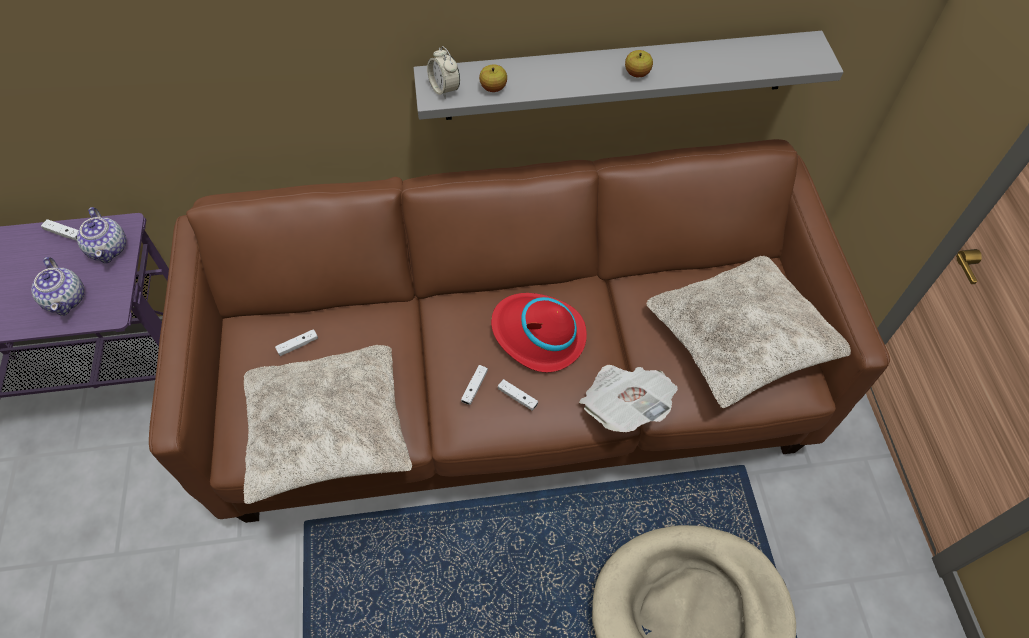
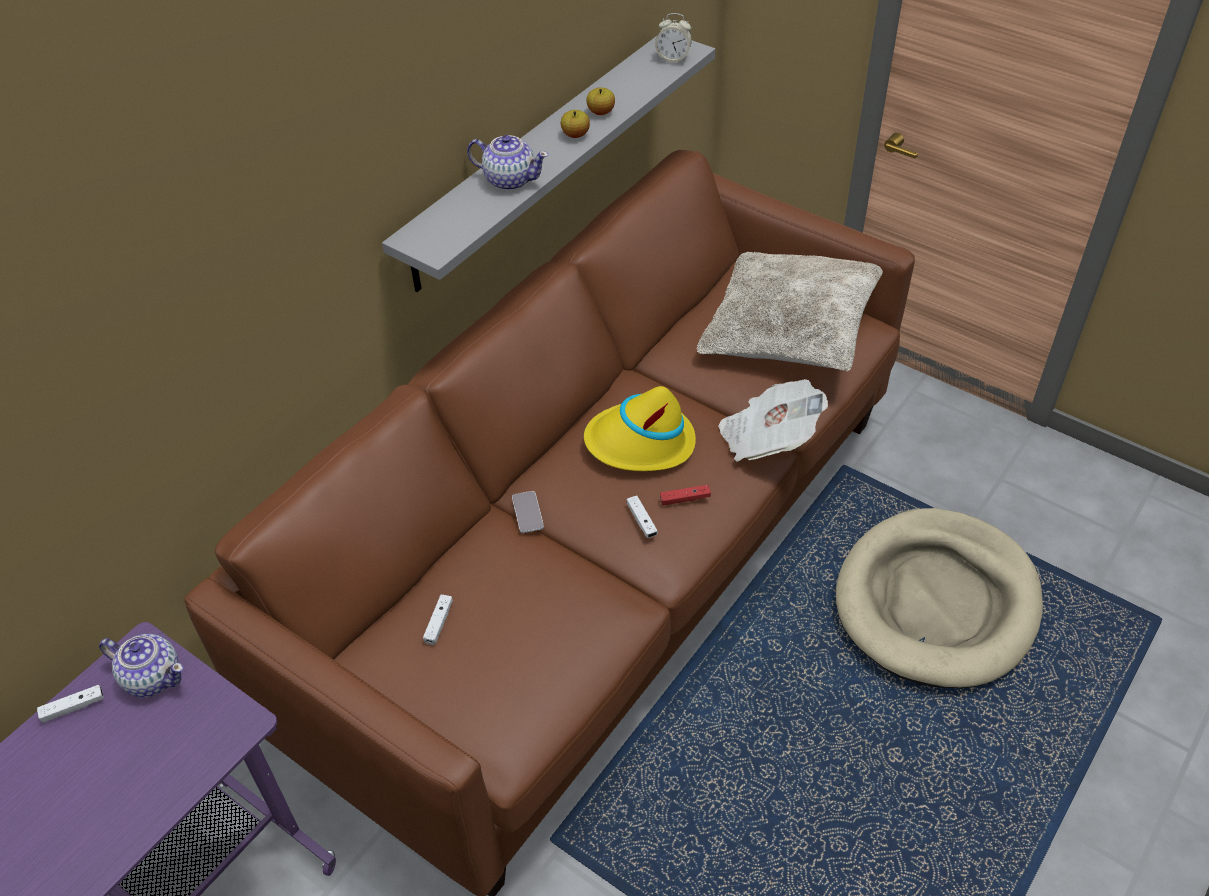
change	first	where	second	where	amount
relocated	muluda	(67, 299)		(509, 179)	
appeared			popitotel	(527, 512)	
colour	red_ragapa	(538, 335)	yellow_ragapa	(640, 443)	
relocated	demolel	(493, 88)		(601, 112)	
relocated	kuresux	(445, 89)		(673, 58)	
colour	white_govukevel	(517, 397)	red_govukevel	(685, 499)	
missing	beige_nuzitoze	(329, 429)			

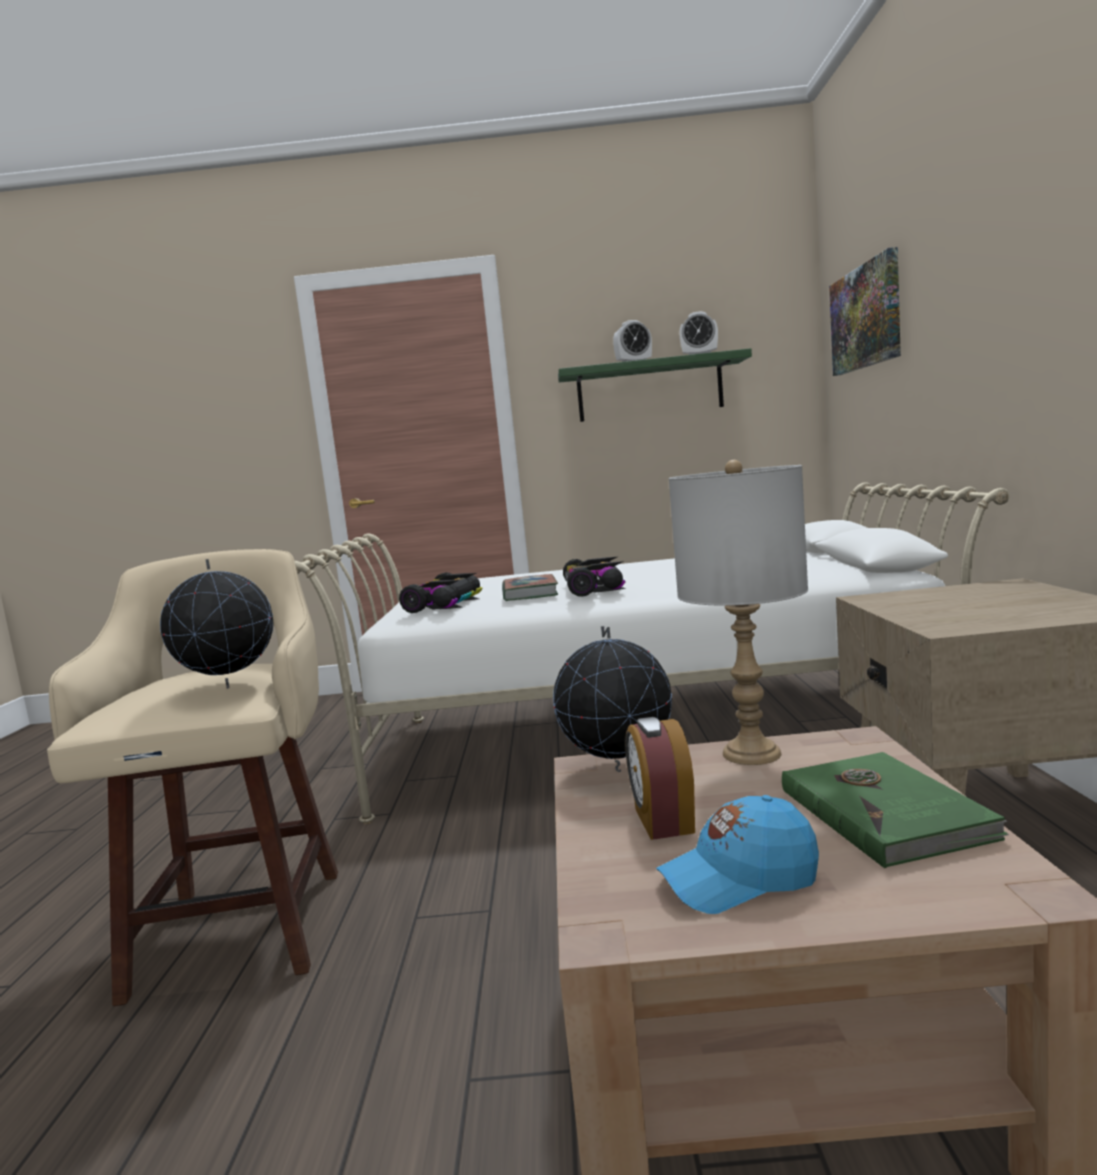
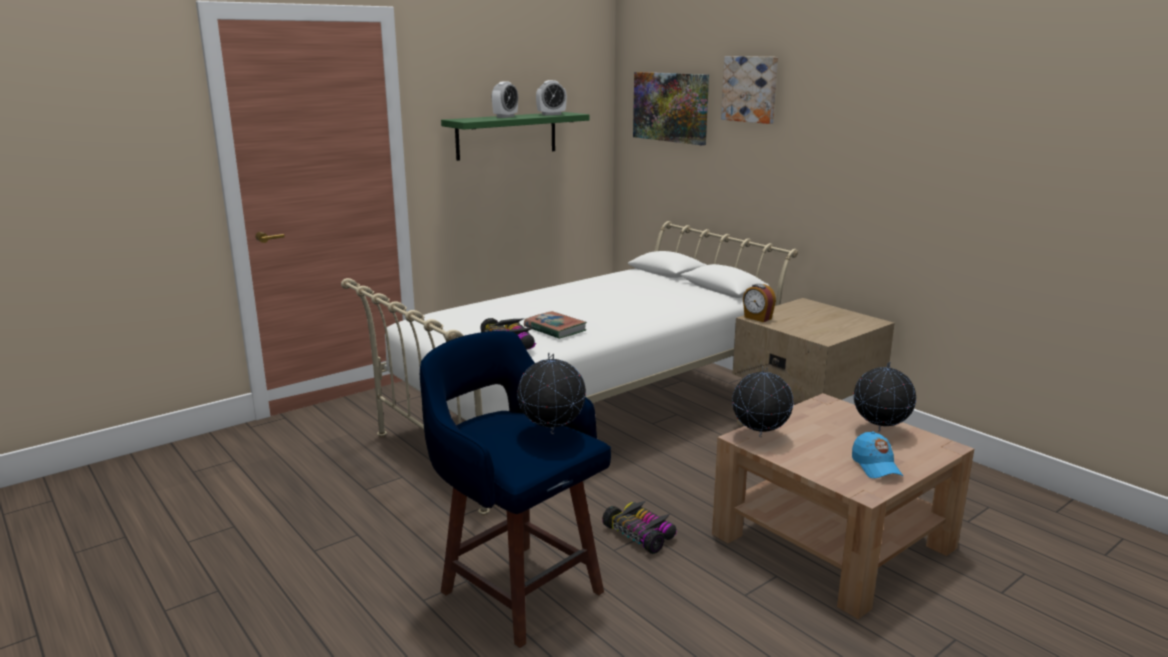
change	first	where	second	where	amount
colour	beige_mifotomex	(244, 925)	blue_mifotomex	(517, 589)	
relocated	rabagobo	(595, 588)		(641, 534)	
appeared			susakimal	(751, 89)	
relocated	kuresux	(662, 821)		(757, 318)	
spun	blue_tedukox	(739, 880)		(875, 467)	45 degrees counterclockwise
exchanged	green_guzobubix	(885, 812)	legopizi	(880, 431)	
missing	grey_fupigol	(750, 753)			

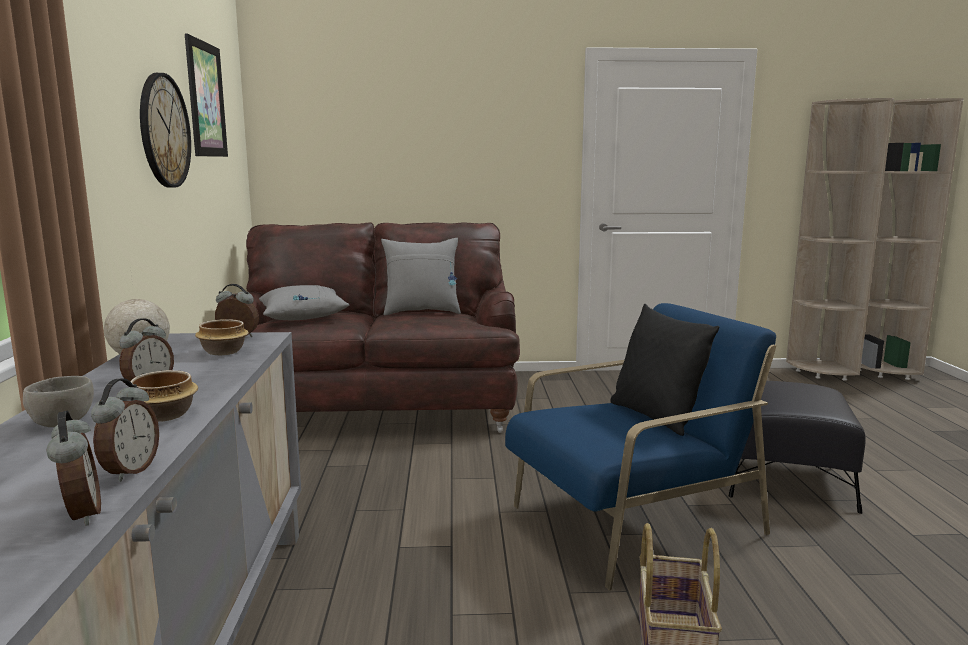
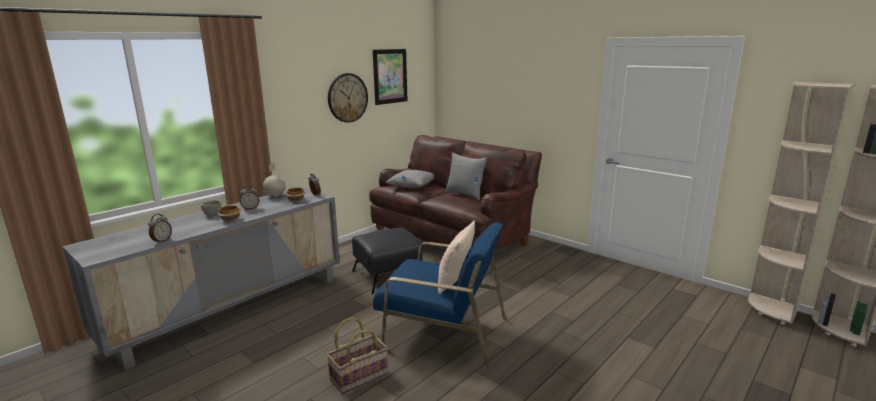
change	first	where	second	where	amount
relocated	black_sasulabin	(786, 479)		(387, 275)	
colour	black_nuzitoze	(655, 417)	beige_nuzitoze	(455, 282)	
missing	kuresux	(129, 471)			

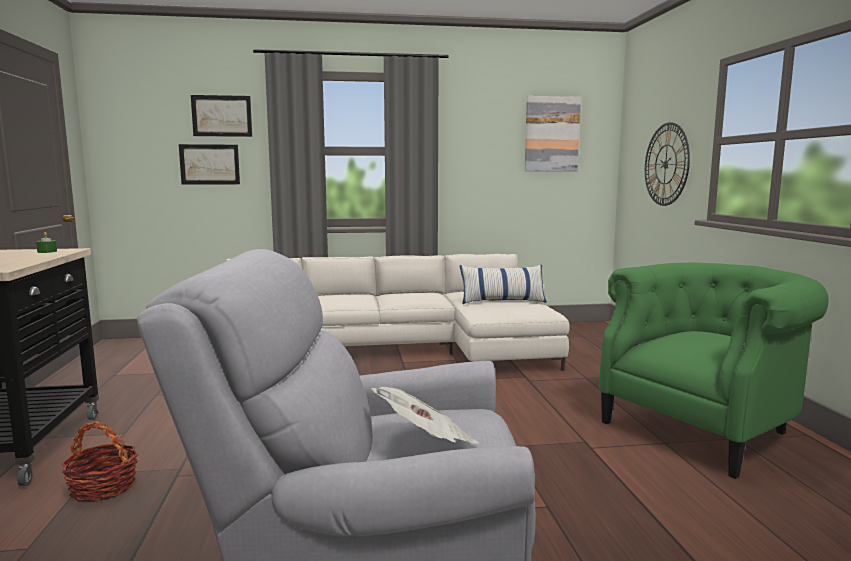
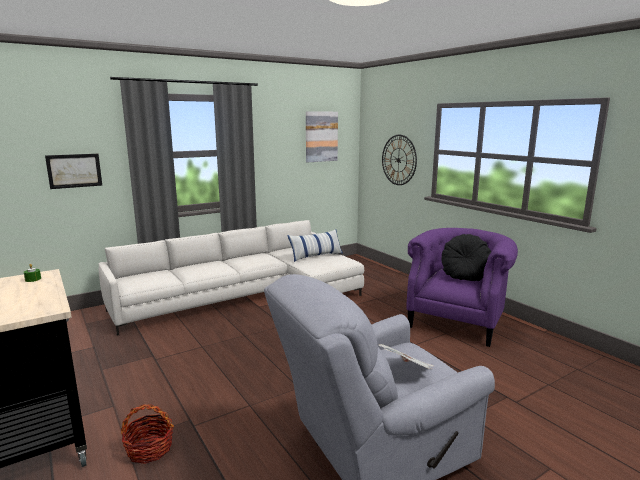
change	first	where	second	where	amount
colour	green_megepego	(705, 429)	purple_megepego	(458, 321)	
appeared			black_nuzitoze	(464, 278)	
missing	susakimal	(222, 116)			

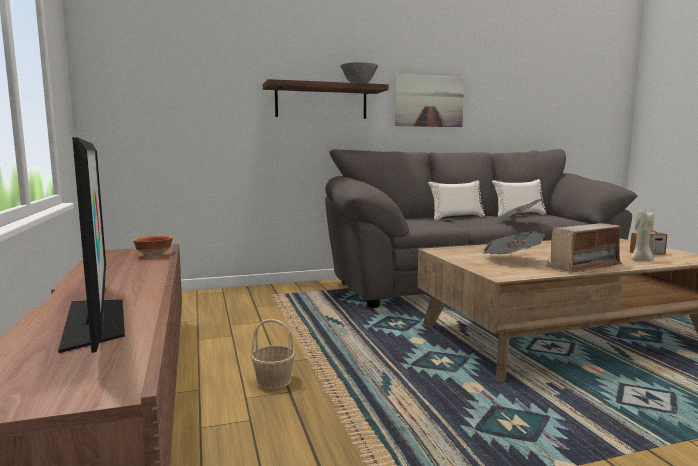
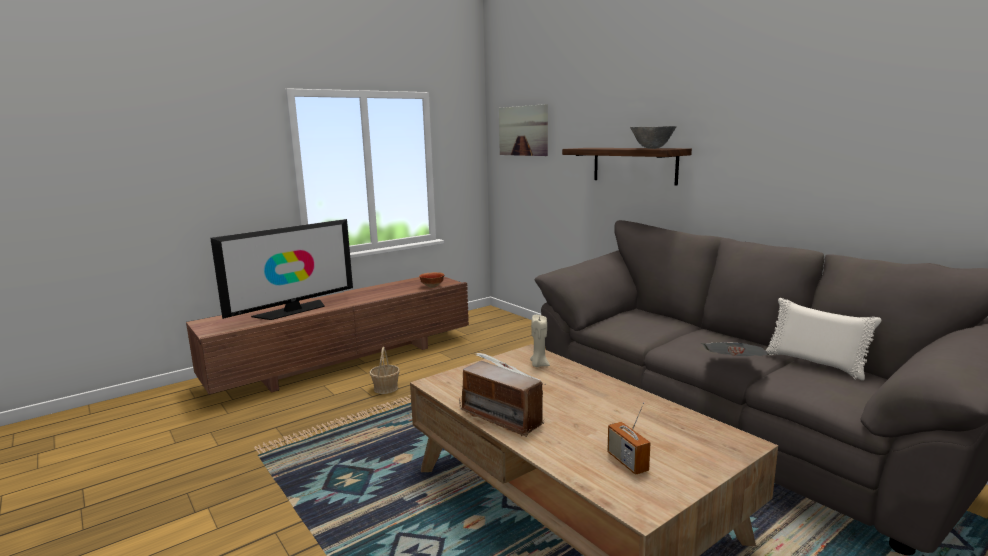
change	first	where	second	where	amount
relocated	susakimal	(429, 101)		(523, 131)	
relocated	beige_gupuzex	(641, 260)		(539, 365)	
missing	white_nuzitoze	(456, 217)			

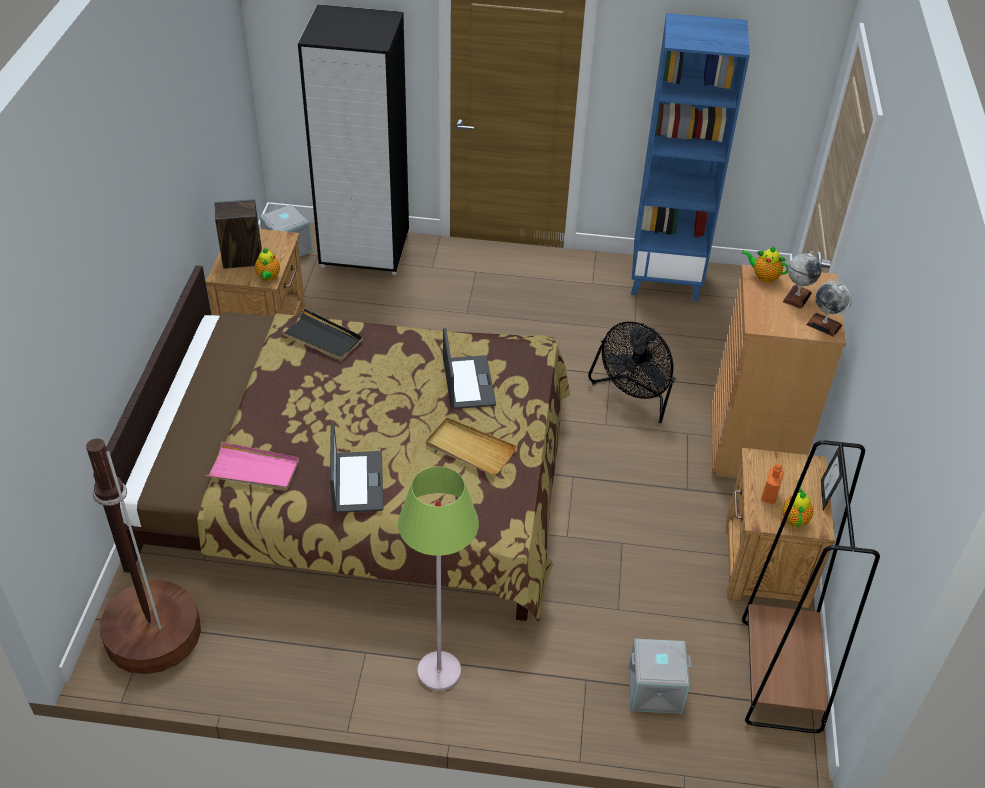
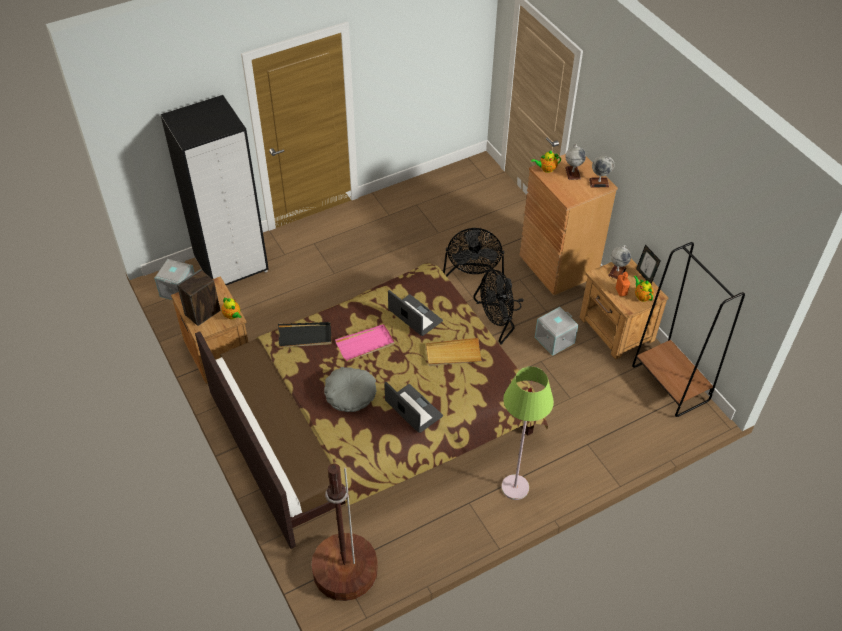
change	first	where	second	where	amount
appeared			grey_nuzitoze	(349, 395)	
relocated	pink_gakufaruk	(254, 470)		(365, 344)	
appeared			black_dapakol	(499, 318)	
relocated	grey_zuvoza	(654, 690)		(554, 340)	
appeared			legopizi	(617, 271)	
missing	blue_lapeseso	(665, 280)			

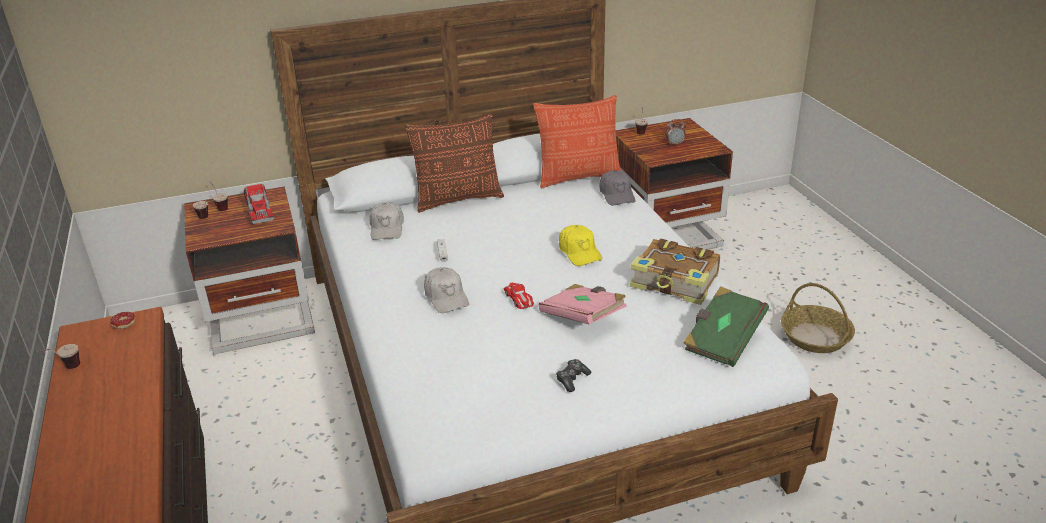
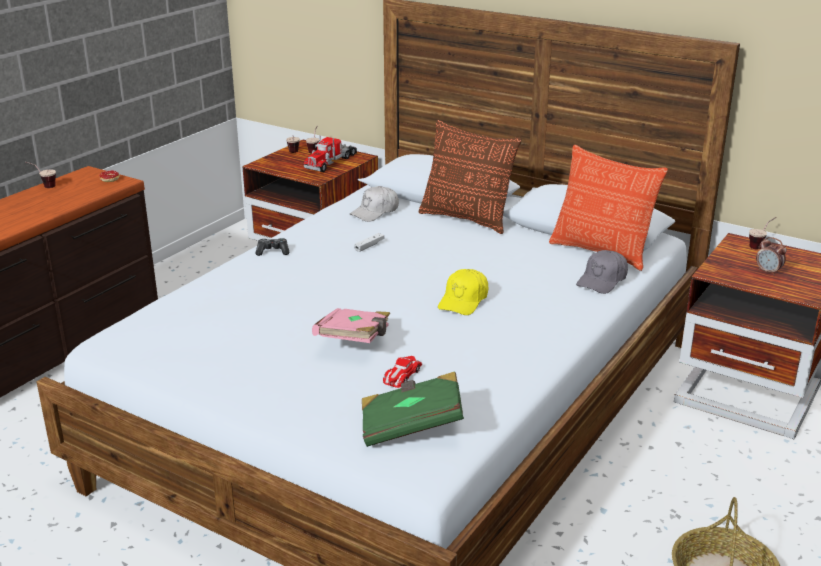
change	first	where	second	where	amount
relocated	govukevel	(572, 379)		(273, 251)	
relocated	rabagobo	(519, 298)		(402, 375)	
missing	white_tedukox	(446, 297)			
missing	guzobubix	(675, 282)			

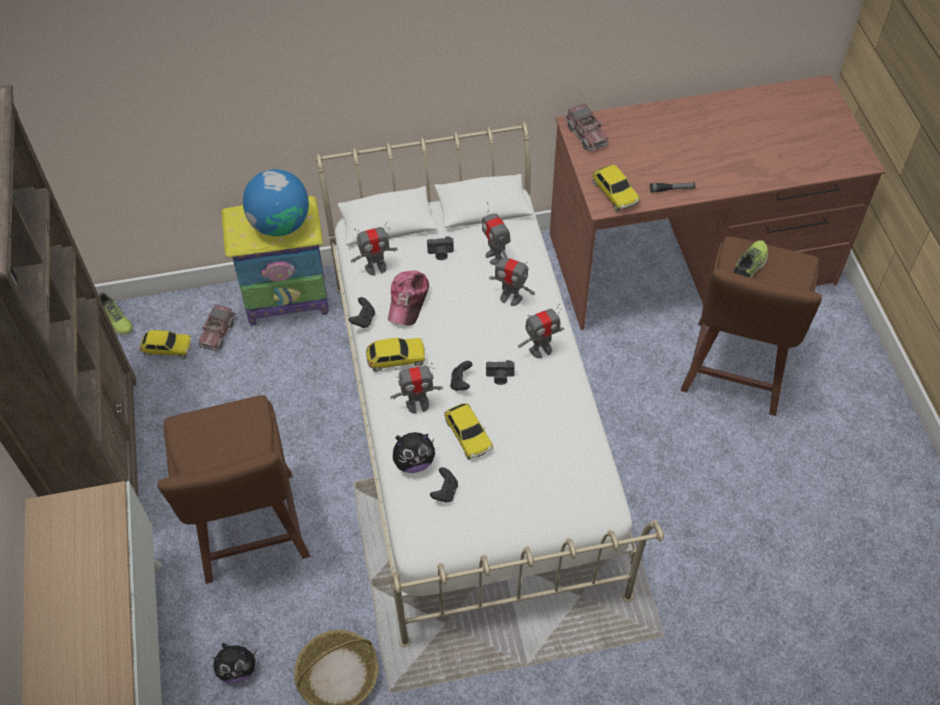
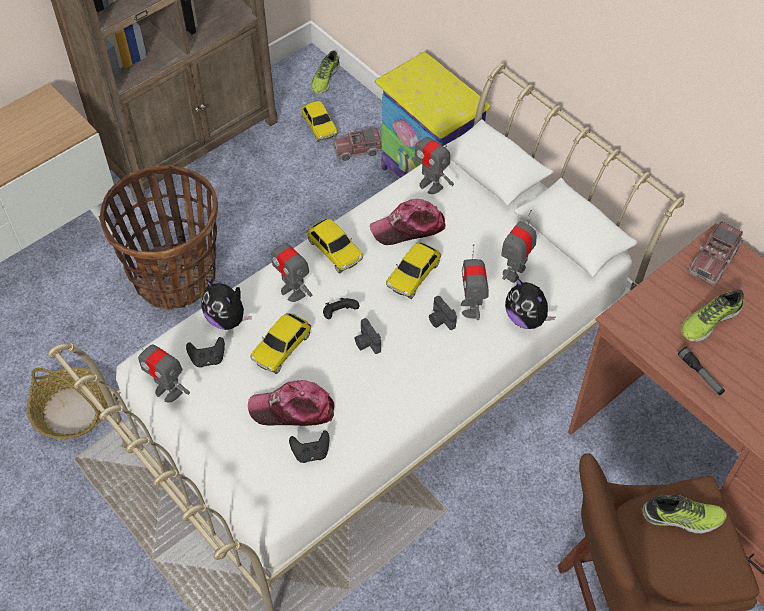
change	first	where	second	where	amount
exchanged	brown_mifotomex	(250, 532)	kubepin	(175, 276)	
relocated	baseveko	(540, 349)		(168, 391)	
appeared			tedukox	(292, 409)	
relocated	black_govukevel	(363, 320)		(311, 453)	
relocated	rabagobo	(614, 193)		(413, 275)	
relocated	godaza	(440, 254)		(440, 320)	
relocated	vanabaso	(238, 669)		(526, 318)	
appeared			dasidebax	(709, 320)	
missing	legopizi	(280, 224)			

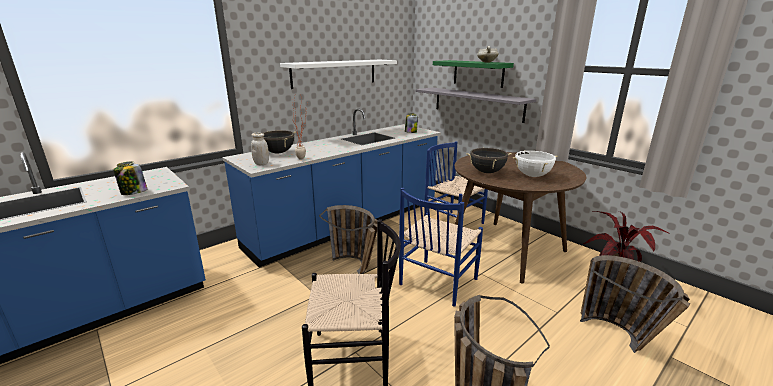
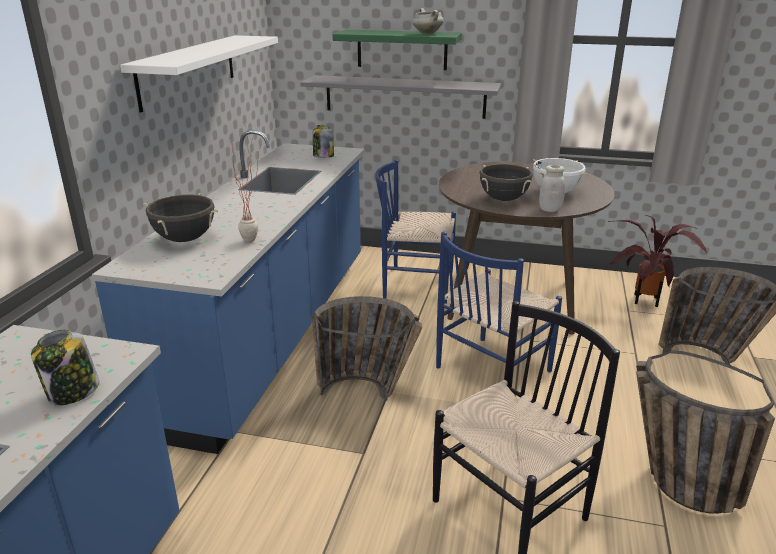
change	first	where	second	where	amount
spun	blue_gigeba	(436, 283)		(490, 371)	45 degrees clockwise
relocated	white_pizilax	(261, 164)		(550, 209)	

